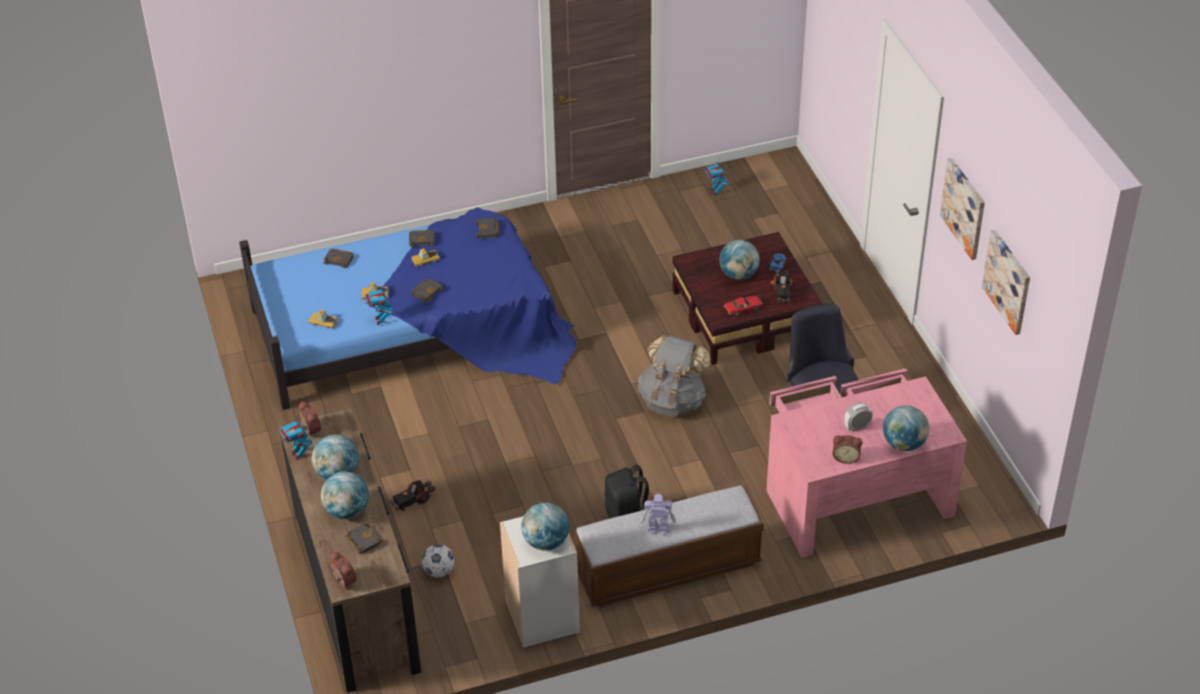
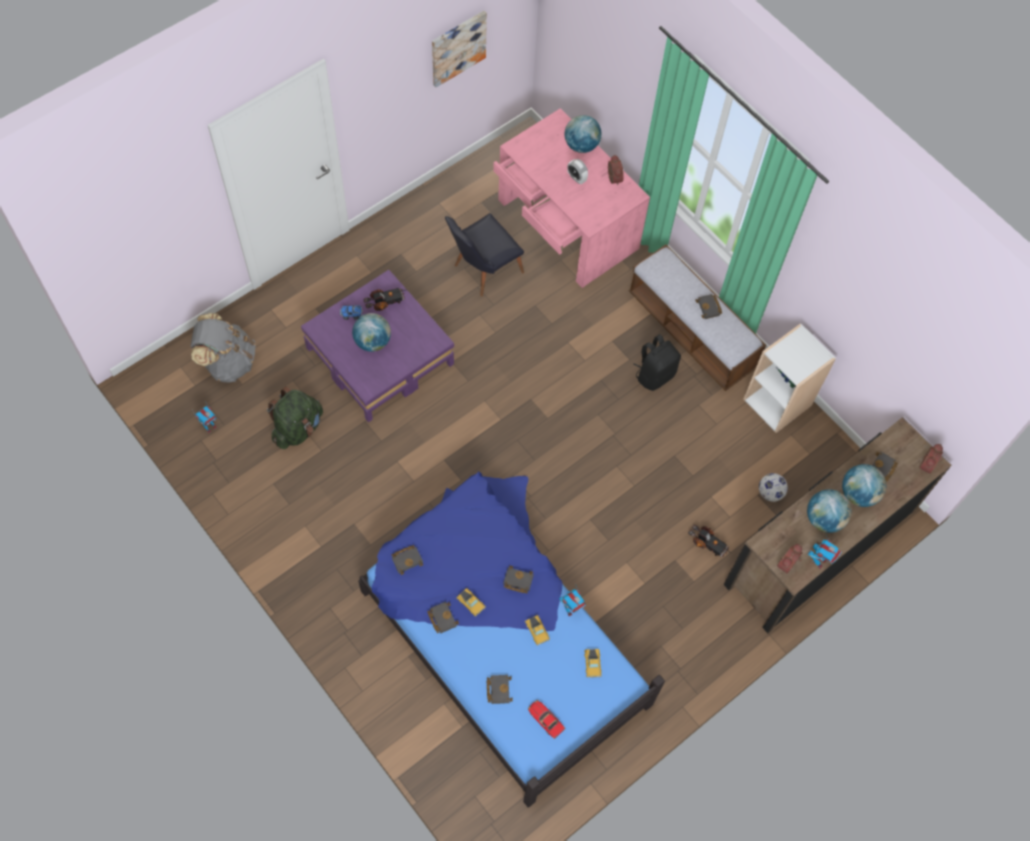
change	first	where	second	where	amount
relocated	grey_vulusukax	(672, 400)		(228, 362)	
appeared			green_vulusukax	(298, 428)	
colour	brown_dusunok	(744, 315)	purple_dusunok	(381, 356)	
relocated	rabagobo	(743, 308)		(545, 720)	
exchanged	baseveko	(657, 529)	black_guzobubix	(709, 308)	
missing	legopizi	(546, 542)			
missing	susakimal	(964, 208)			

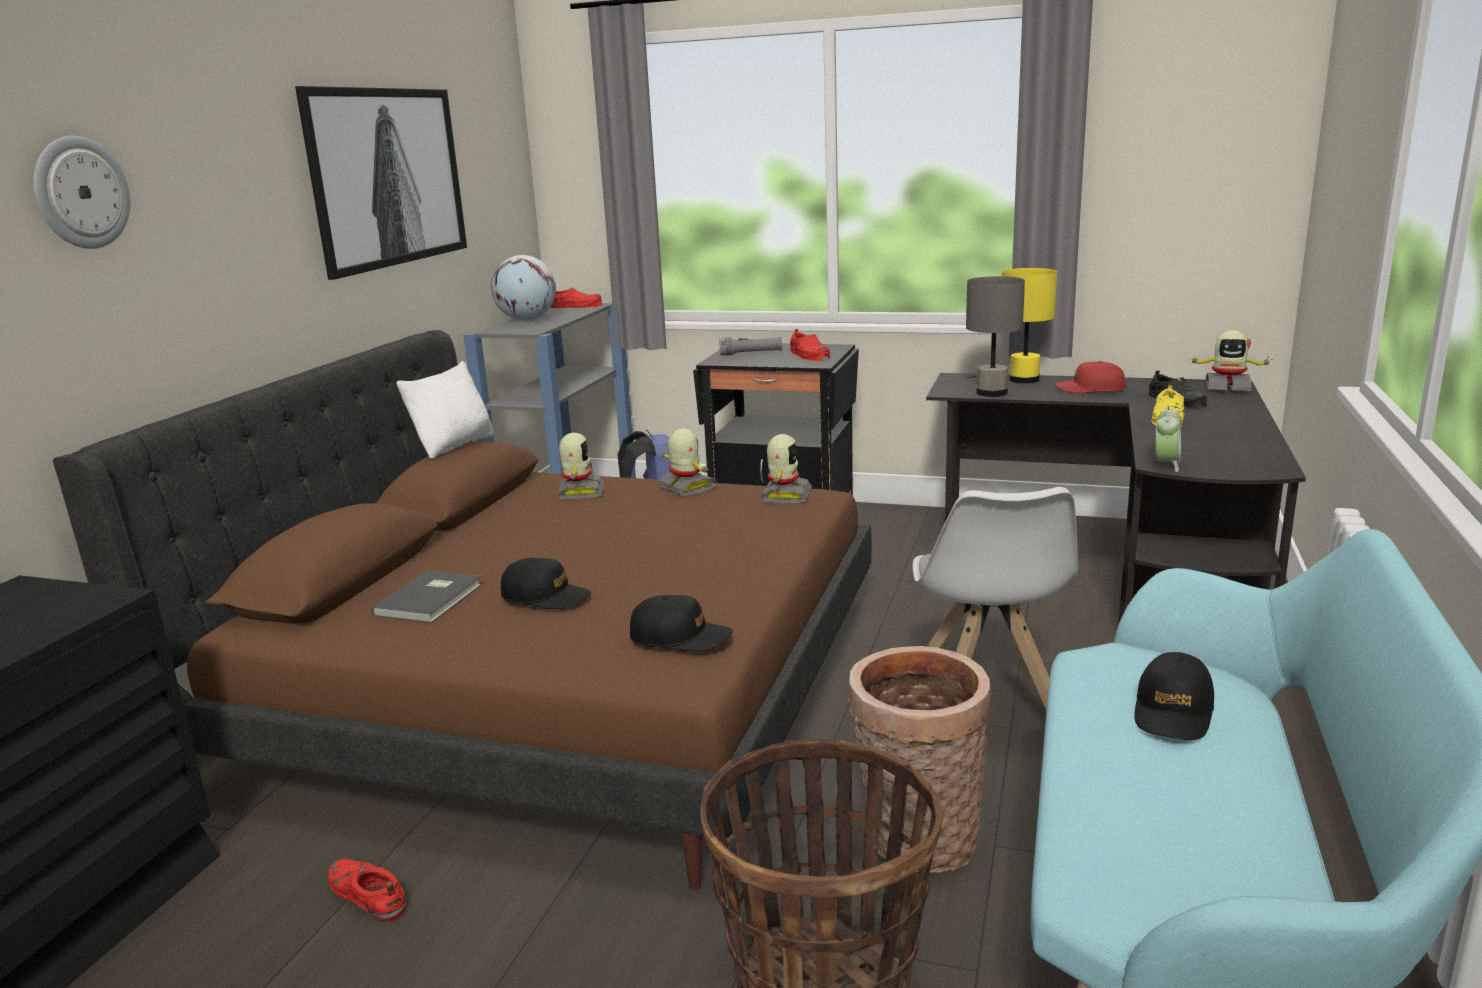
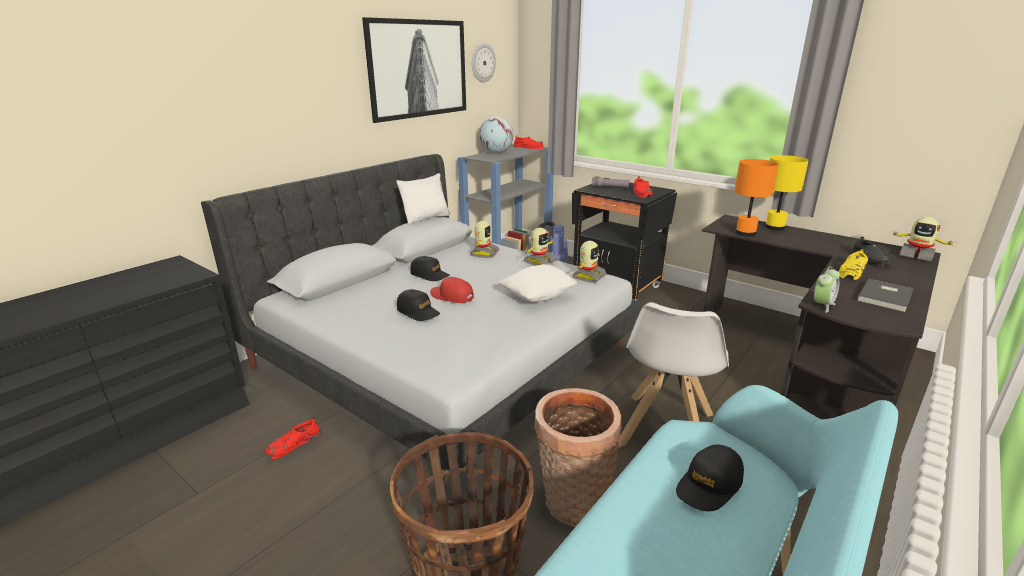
change	first	where	second	where	amount
colour	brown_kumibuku	(557, 687)	grey_kumibuku	(444, 356)	
spun	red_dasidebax	(367, 895)		(293, 444)	105 degrees counterclockwise
relocated	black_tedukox	(680, 637)		(429, 275)	
relocated	red_tedukox	(1090, 389)		(452, 296)	
relocated	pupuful	(80, 193)		(482, 63)	
appeared			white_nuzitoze	(538, 296)	
spun	baseveko	(687, 488)		(539, 261)	60 degrees clockwise
colour	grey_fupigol	(992, 393)	orange_fupigol	(745, 233)	
relocated	grey_guzobubix	(432, 599)		(886, 297)	

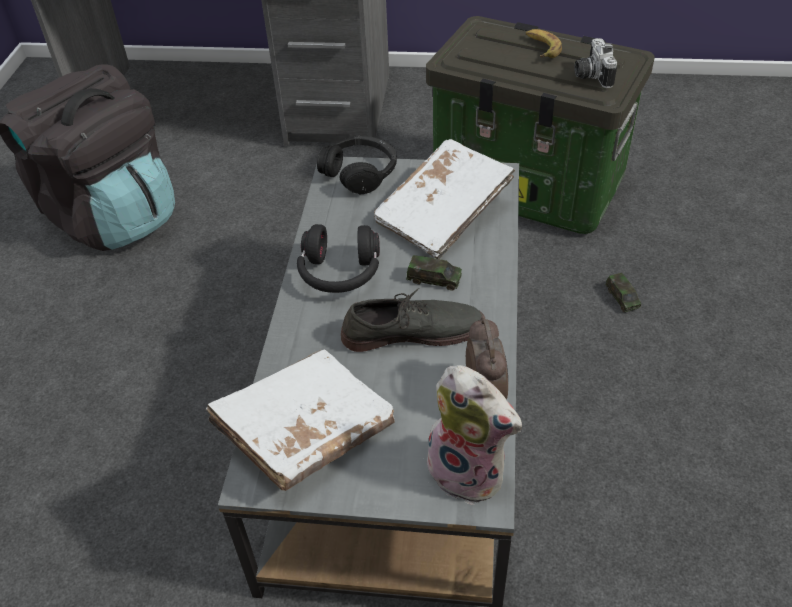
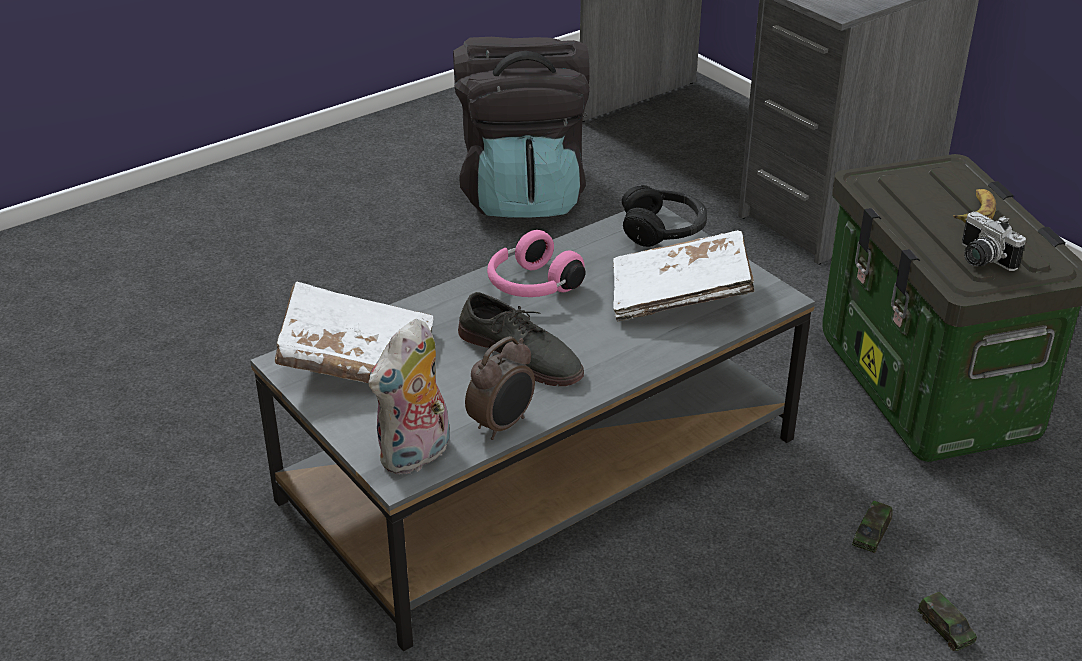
change	first	where	second	where	amount
spun	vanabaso	(470, 471)		(416, 456)	45 degrees clockwise
colour	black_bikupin	(339, 274)	pink_bikupin	(531, 286)	
relocated	rabagobo	(434, 279)		(945, 629)	
spun	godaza	(590, 75)		(981, 259)	75 degrees counterclockwise

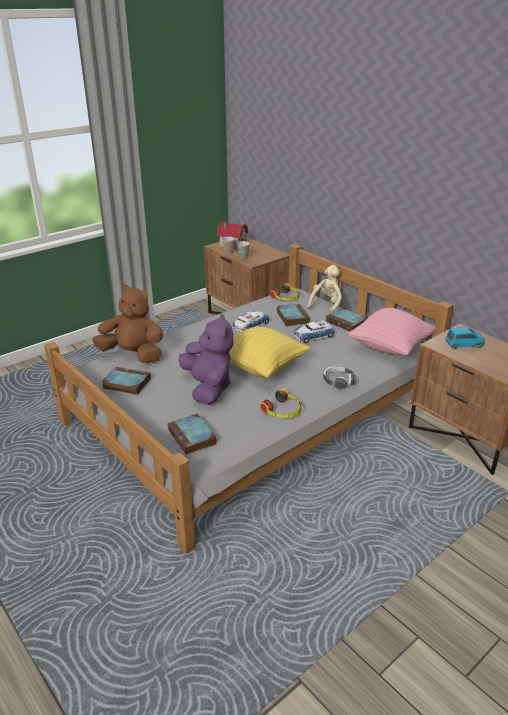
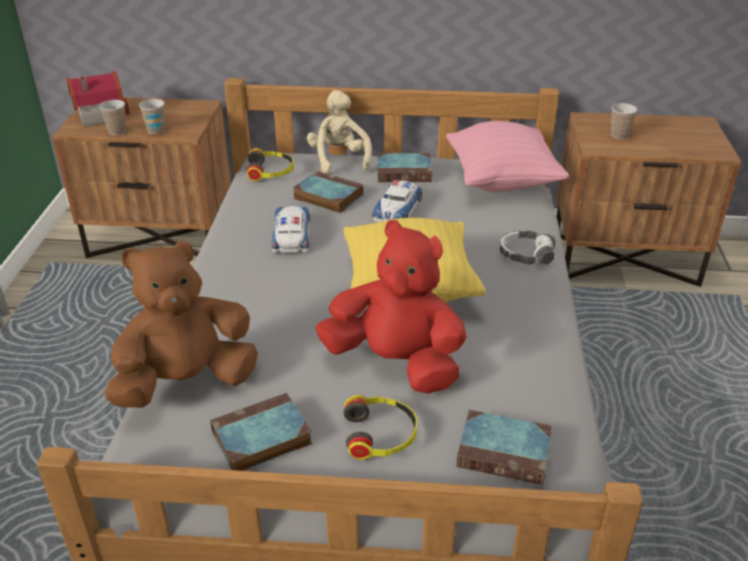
change	first	where	second	where	amount
colour	purple_vanabaso	(208, 388)	red_vanabaso	(395, 363)	
relocated	bikupin	(283, 410)		(380, 434)	
exchanged	blue_rabagobo	(464, 344)	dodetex	(619, 135)	

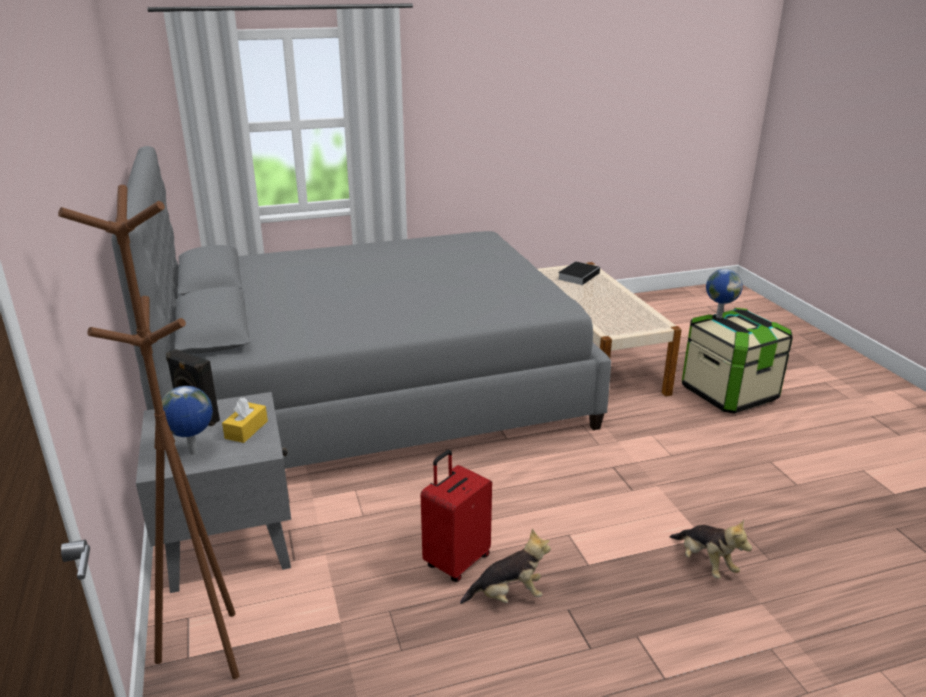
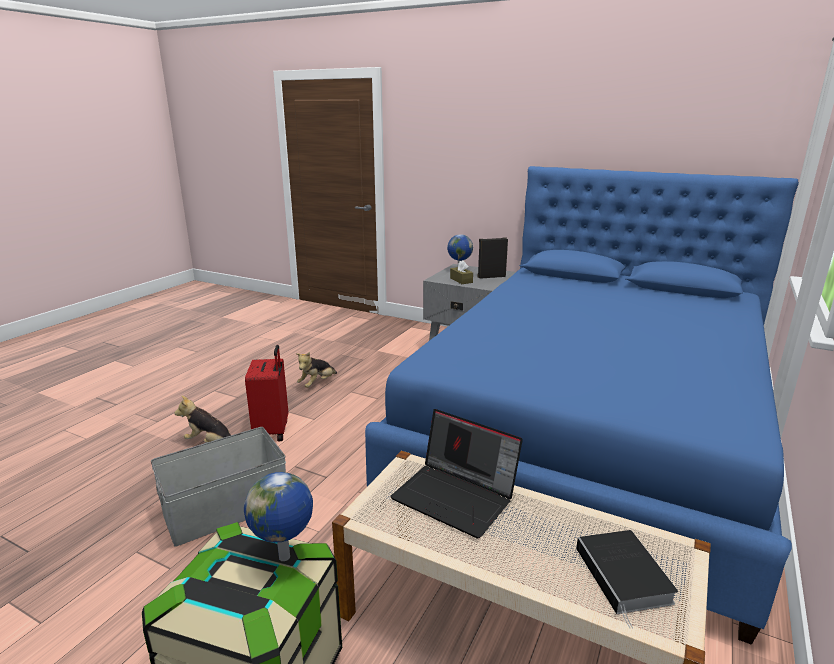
change	first	where	second	where	amount
appeared			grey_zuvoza	(227, 510)	
relocated	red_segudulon	(456, 561)		(273, 431)	
colour	grey_kumibuku	(371, 392)	blue_kumibuku	(592, 435)	
appeared			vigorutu	(456, 496)	
colour	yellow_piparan	(246, 430)	brown_piparan	(461, 280)	
missing	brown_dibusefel	(209, 649)			

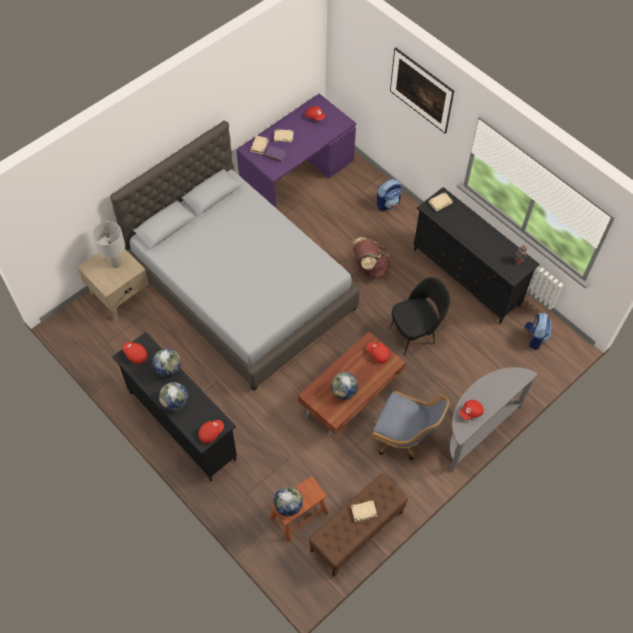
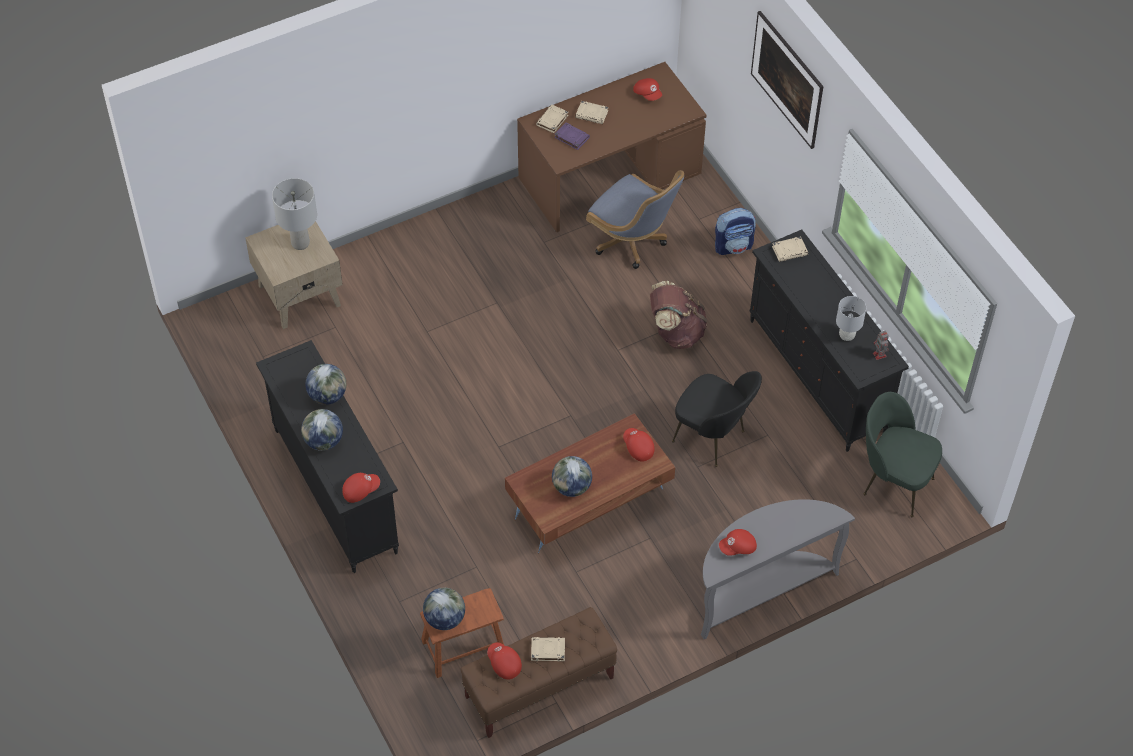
change	first	where	second	where	amount
relocated	red_tedukox	(135, 355)		(503, 664)	
colour	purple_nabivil	(297, 173)	brown_nabivil	(609, 176)	
relocated	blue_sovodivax	(403, 438)		(634, 244)	
spun	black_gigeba	(415, 334)		(713, 440)	45 degrees clockwise
appeared			grey_fupigol	(846, 336)	
exchanged	vulusukax	(534, 338)	green_gigeba	(893, 483)	
missing	grey_kumibuku	(241, 286)			

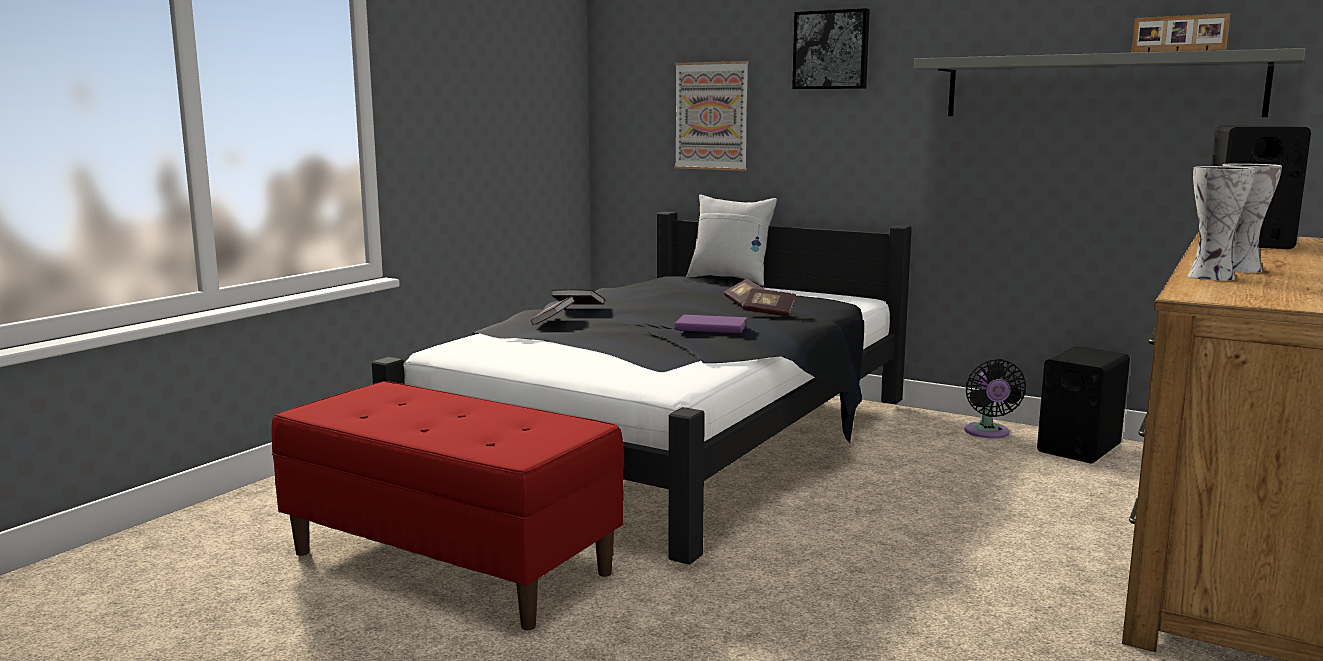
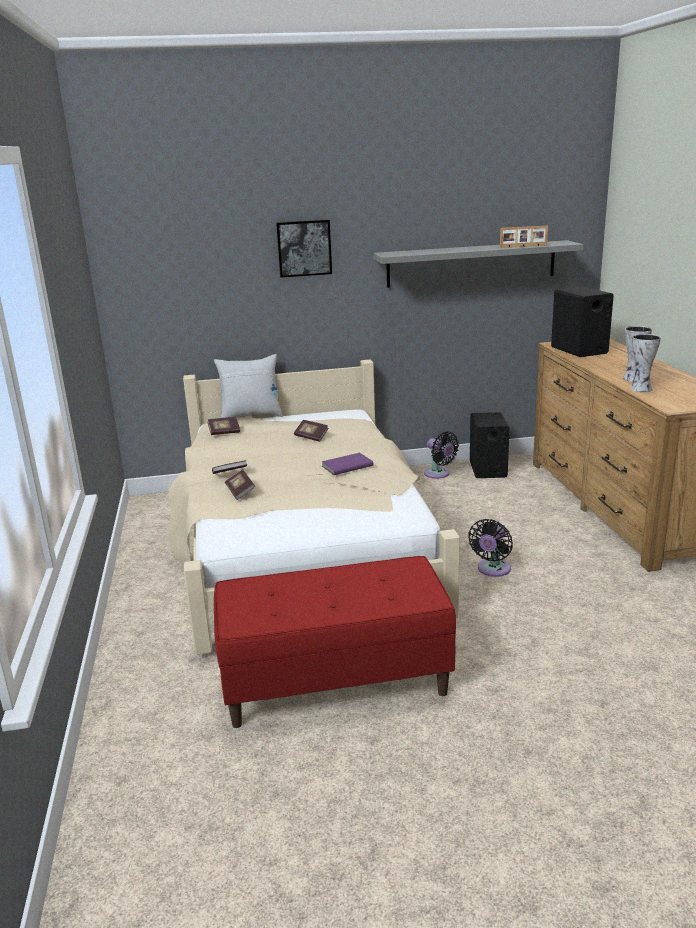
change	first	where	second	where	amount
colour	black_kumibuku	(671, 444)	beige_kumibuku	(303, 545)	
relocated	guzobubix	(769, 313)		(224, 432)	
appeared			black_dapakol	(492, 570)	
missing	susakimal	(711, 116)			

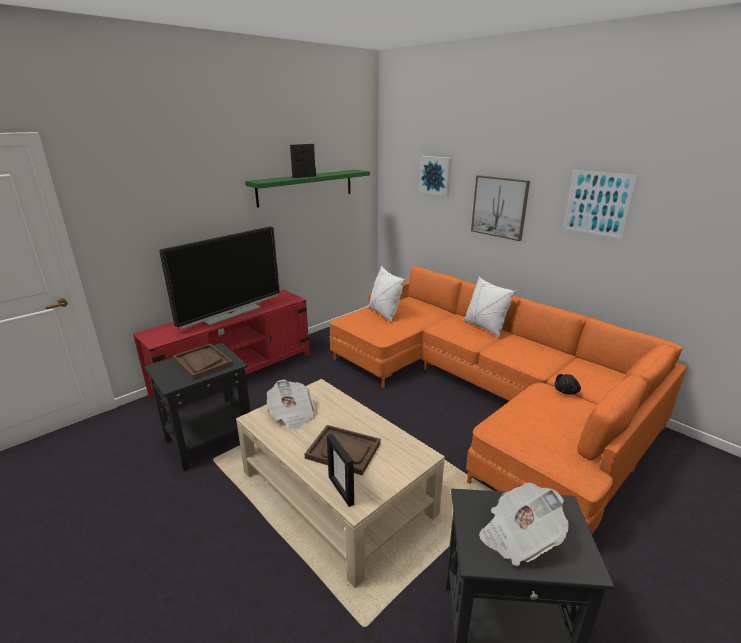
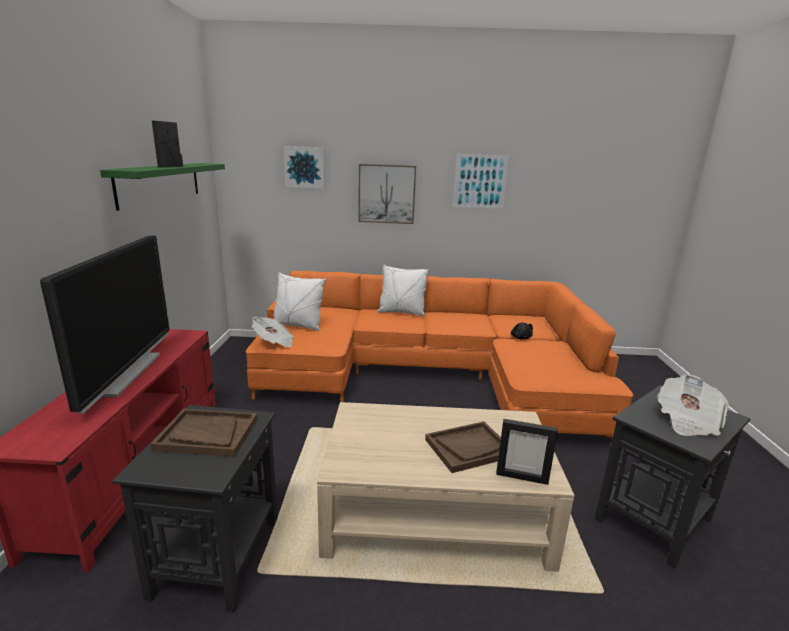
change	first	where	second	where	amount
relocated	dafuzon	(291, 415)		(274, 342)	

